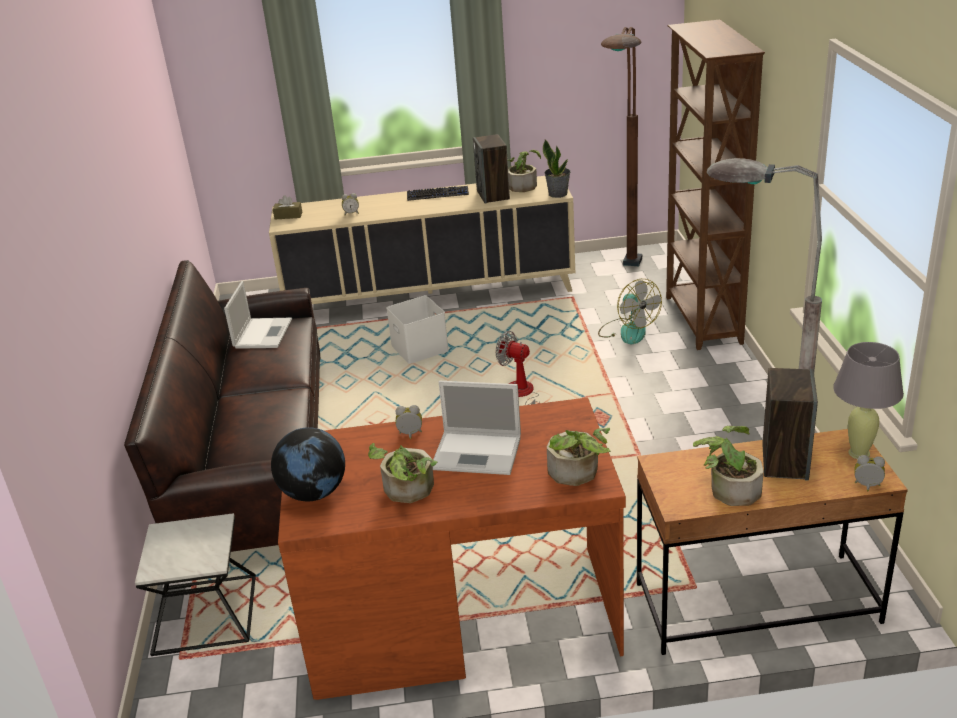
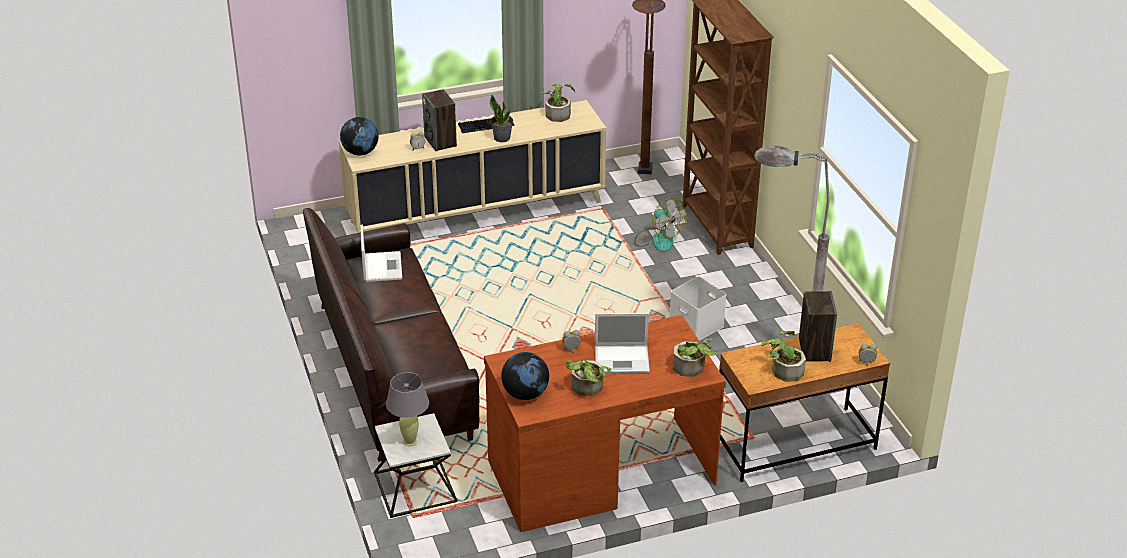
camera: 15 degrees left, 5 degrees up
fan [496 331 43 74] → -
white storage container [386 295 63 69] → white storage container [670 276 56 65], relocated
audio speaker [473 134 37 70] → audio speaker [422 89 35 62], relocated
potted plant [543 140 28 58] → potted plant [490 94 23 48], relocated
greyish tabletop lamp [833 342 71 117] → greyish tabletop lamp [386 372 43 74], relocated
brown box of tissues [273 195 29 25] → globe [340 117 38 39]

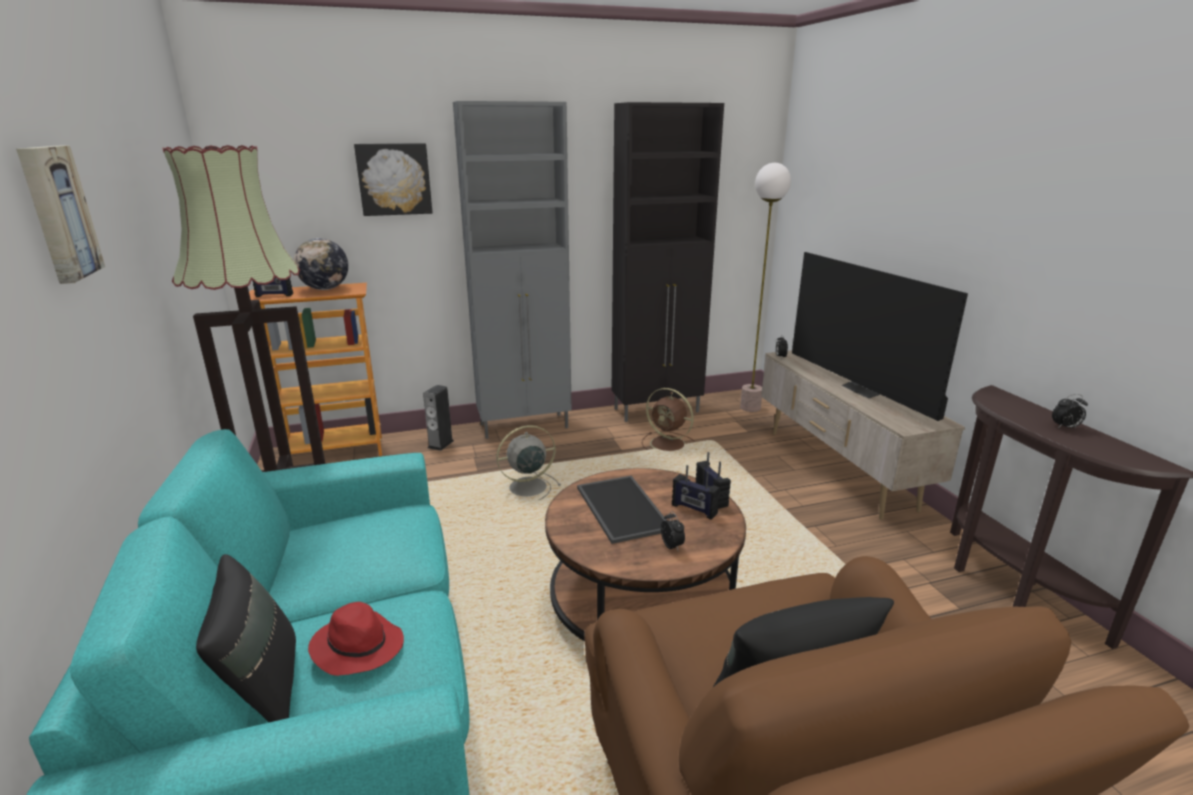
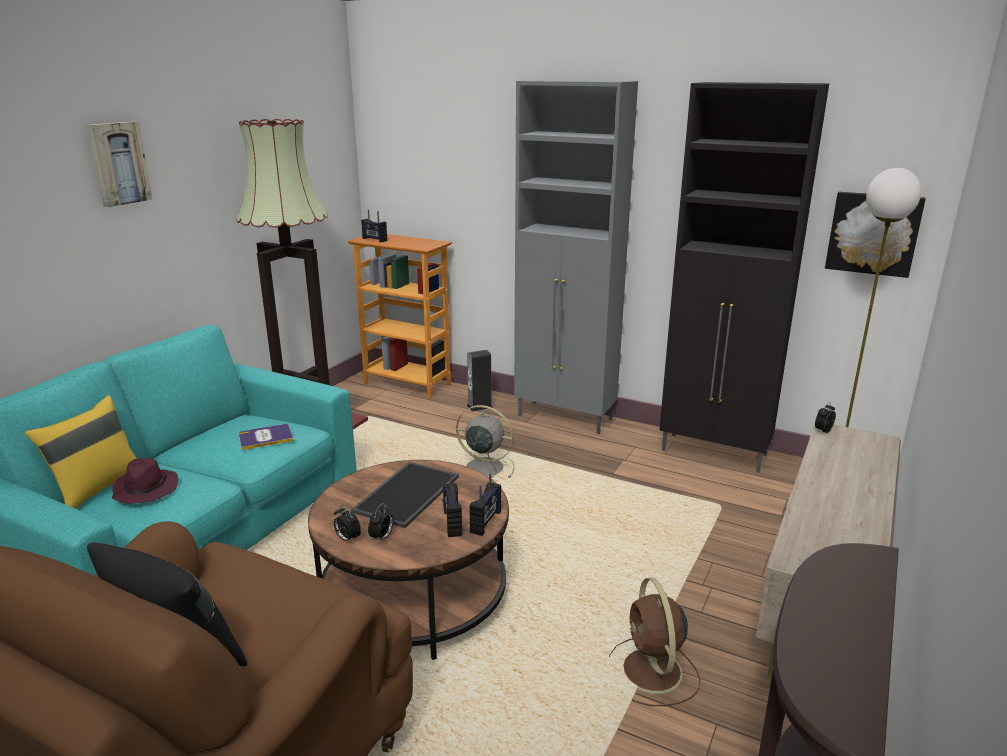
camera: 45 degrees right, 0 degrees up
globe [294 238 54 52] → -
TV [792 252 176 169] → -
- → book [239 424 55 26]
picture [354 143 78 73] → picture [825 192 101 86], relocated
brown fan [642 388 53 63] → brown fan [609 578 92 128], relocated
table clock [1052 394 36 34] → table clock [334 505 27 38], relocated
black-coloured pillow [196 554 100 168] → yellow-coloured pillow [24 395 113 114]
red-coloured hat [308 602 96 74] → purplish hat [112 458 66 45]

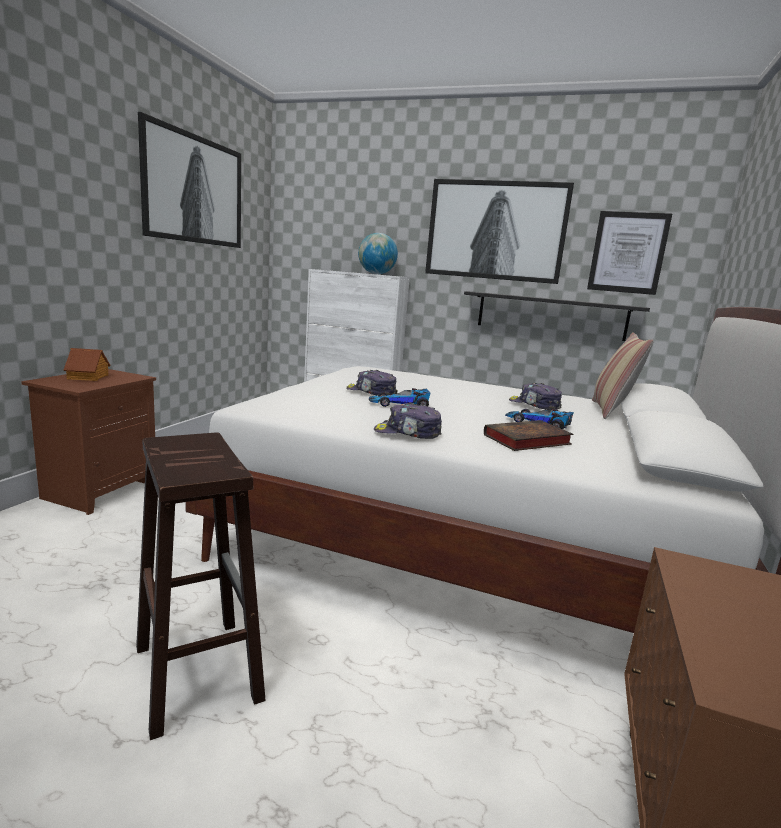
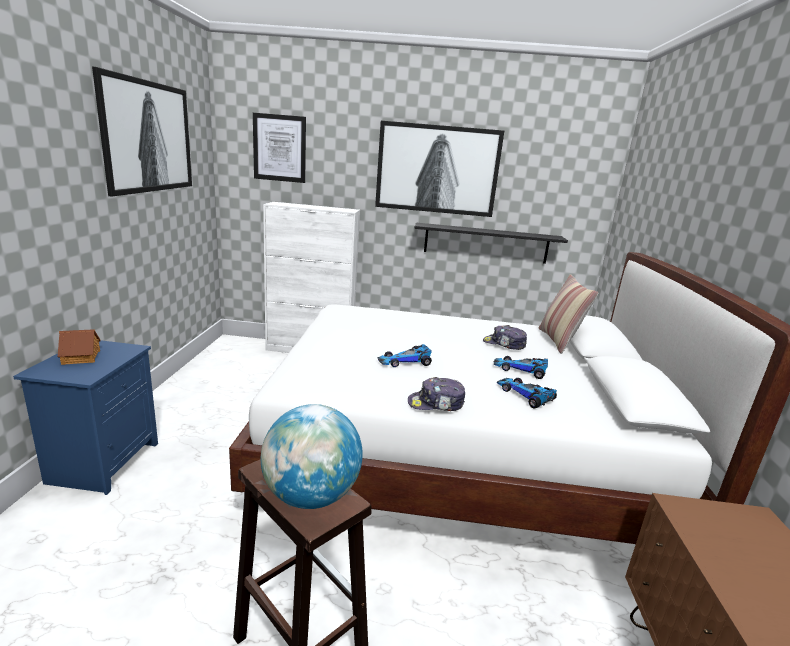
camera: 15 degrees left, 5 degrees up
cap [346 370 52 26] → -
globe [358 233 40 41] → globe [261 404 102 105], relocated
picture [587 211 85 84] → picture [253 113 53 70], relocated
book [484 420 90 31] → model car [497 378 60 31]
brown nightstand [21 369 135 146] → blue nightstand [13 340 145 155]

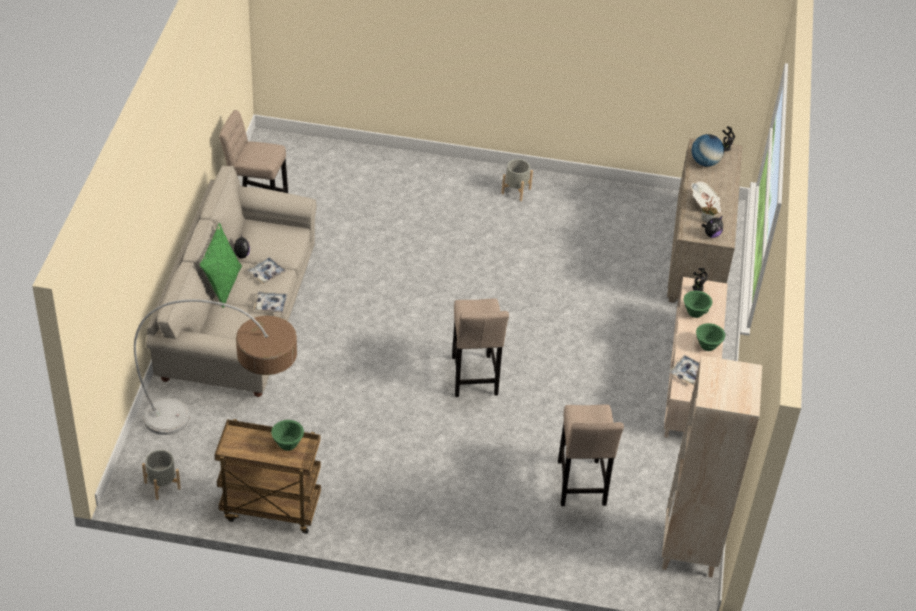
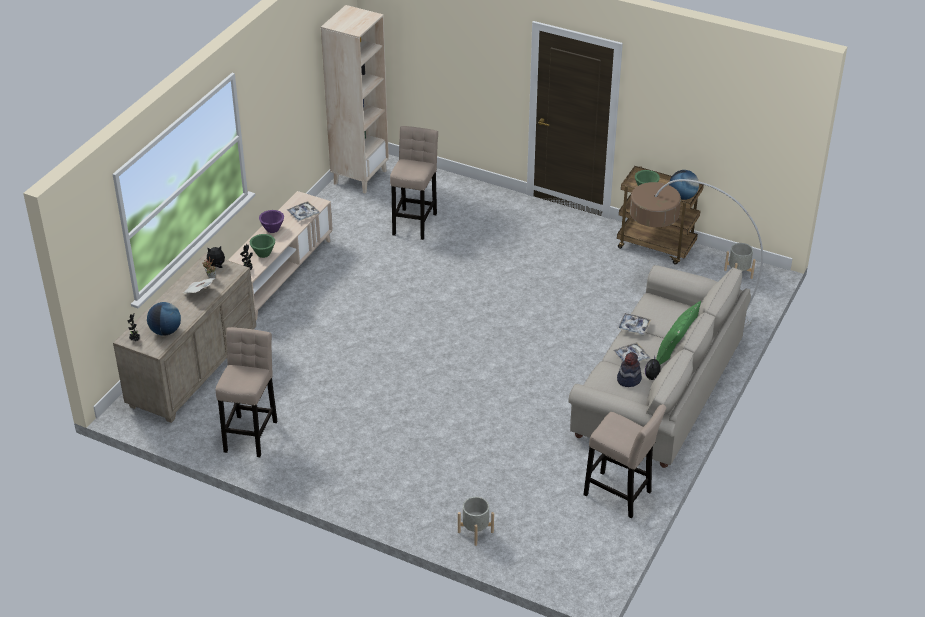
camera: 160 degrees left, 5 degrees down
- → hat [617 352 25 35]
- → globe [669 170 30 30]
beige sitting stool [452 298 57 99] → beige sitting stool [216 327 61 130], relocated
greyish flower pot [502 159 31 42] → greyish flower pot [458 497 36 49], relocated
greenish serving bowl [696 323 29 28] → purplish serving bowl [259 210 25 23]

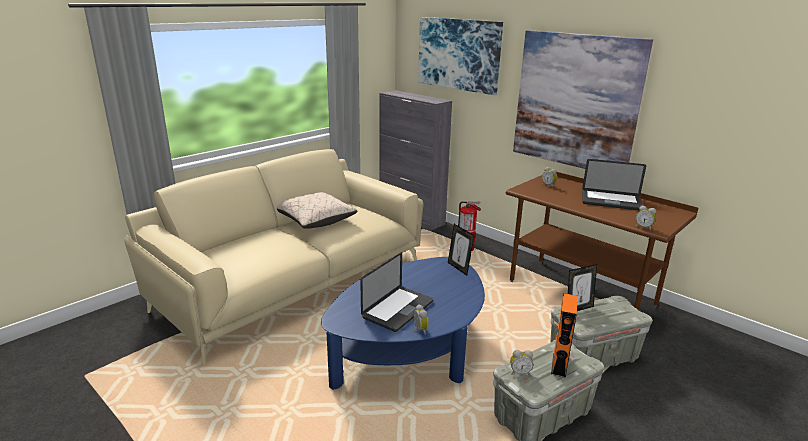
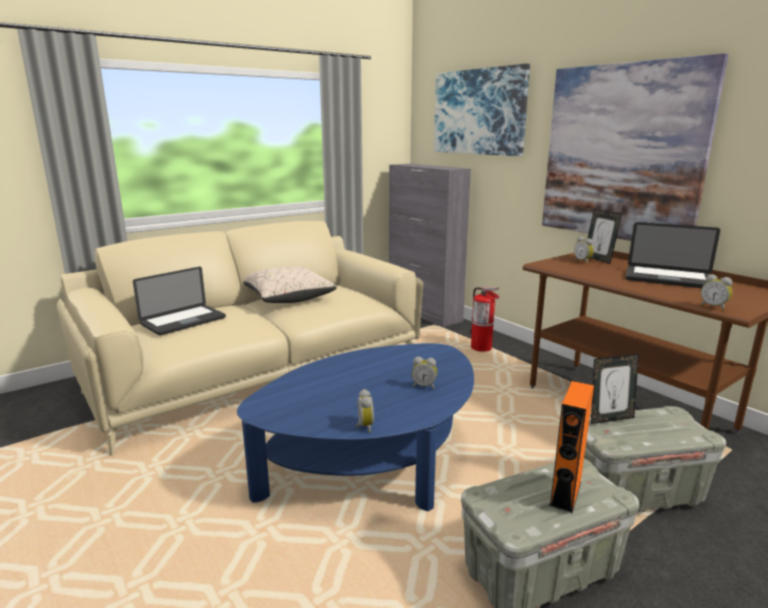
camera: 10 degrees right, 5 degrees down
laptop [360 252 73 80] → laptop [133 267 93 68], relocated
standing frame [448 224 27 52] → standing frame [588 209 34 55], relocated
table clock [510 350 23 26] → table clock [411 357 26 32], relocated

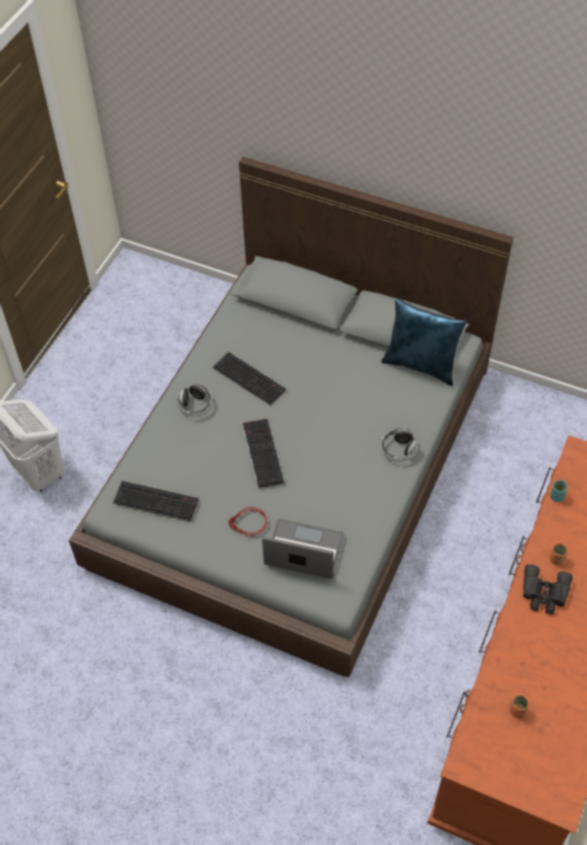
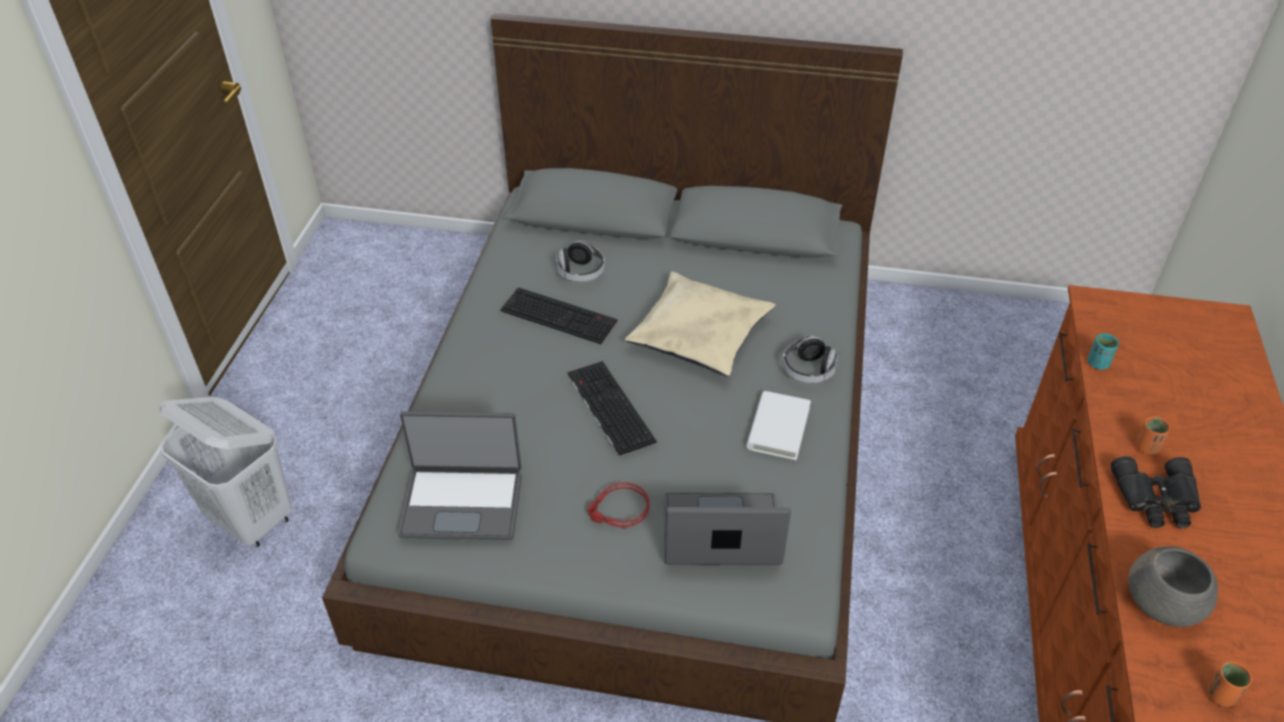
camera: 15 degrees left, 10 degrees down
blue pillow [381 299 85 87] → -
- → beige pillow [625 272 151 105]
- → white book [747 391 64 69]
- → greyish serving bowl [1128 546 90 81]
pair of headphones [177 383 35 33] → pair of headphones [555 240 50 42], relocated
PC keyboard [113 481 86 40] → laptop [398 411 124 129]

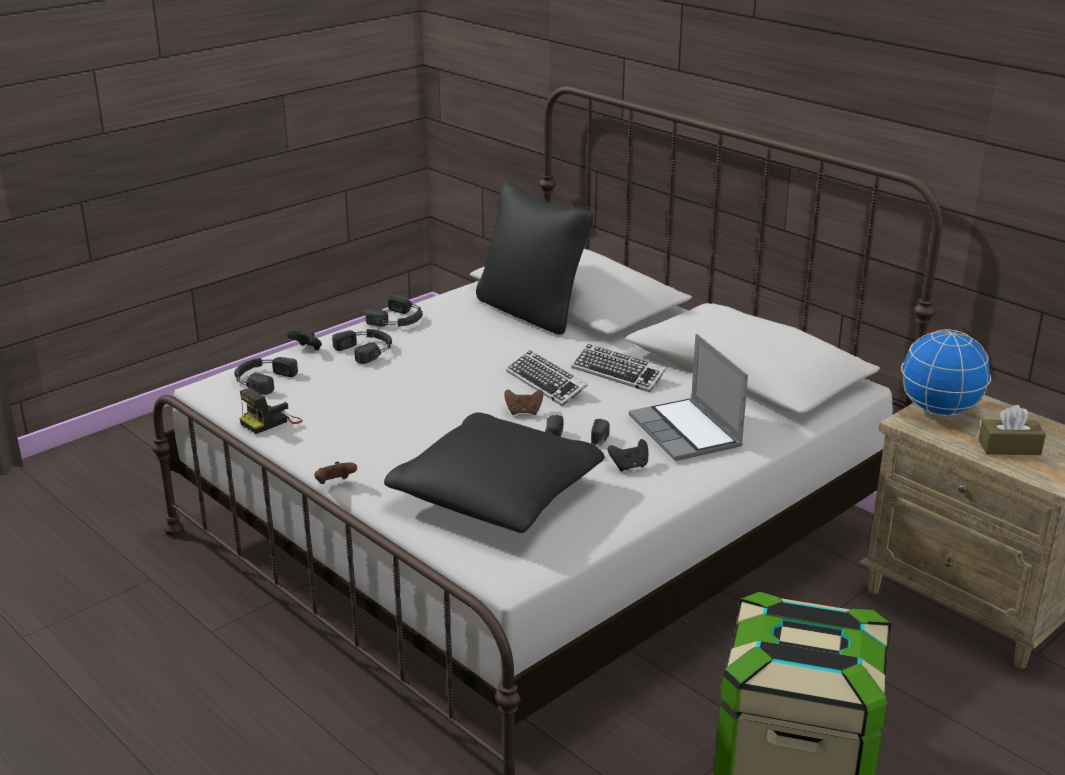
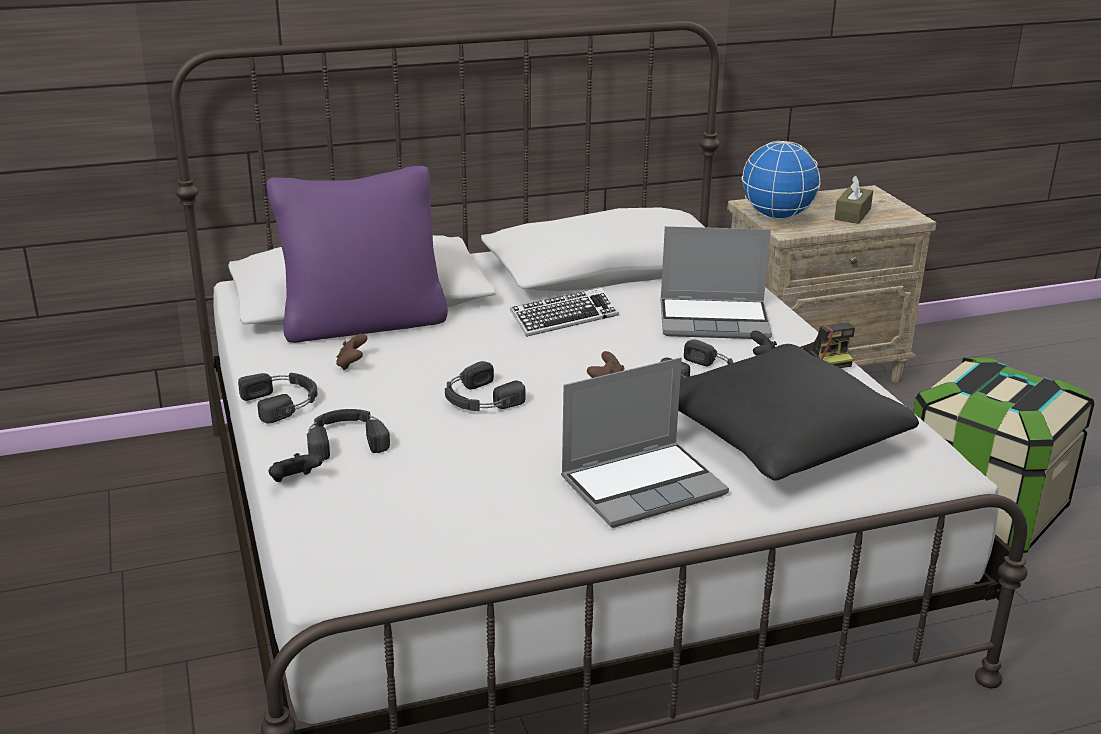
camera: 65 degrees left, 0 degrees up
PC keyboard [506 350 82 56] → -
- → laptop [561 358 168 170]
black-coloured pair of headphones [234 357 64 38] → black-coloured pair of headphones [445 361 80 50], relocated
photo camera [239 388 63 46] → photo camera [801 323 54 45], relocated
brown game controller [314 461 43 23] → brown game controller [336 334 31 36], relocated
black-coloured pillow [476 181 118 153] → purplish pillow [267 166 181 177]

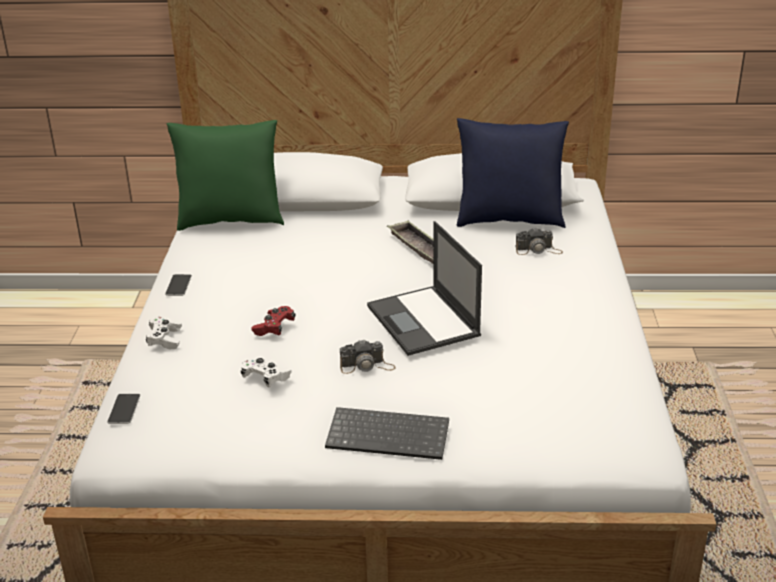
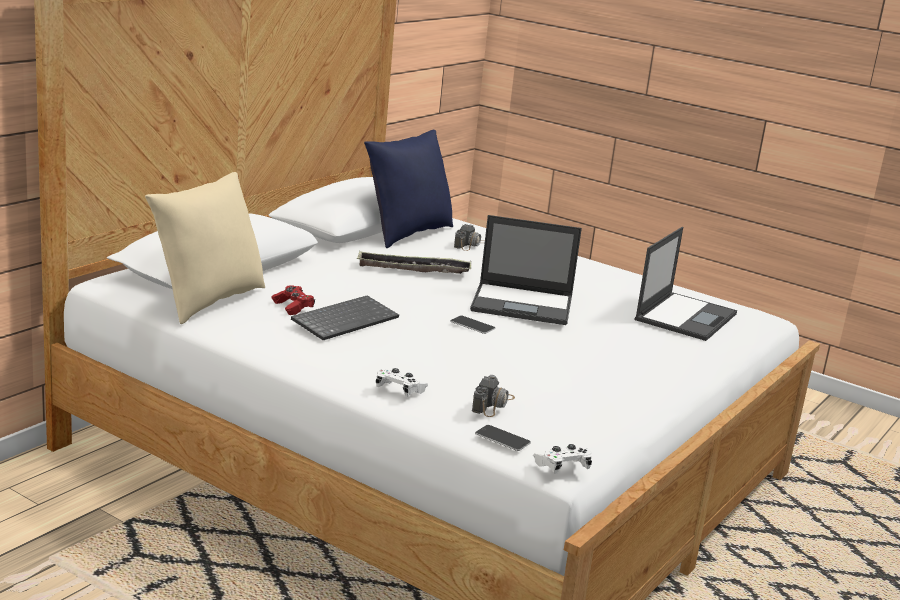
camera: 60 degrees left, 10 degrees down
- → laptop [635 227 102 114]
handset [165 274 27 22] → handset [450 315 46 19], relocated
white game controller [241 358 51 29] → white game controller [533 444 59 30], relocated
red-coloured game controller [251 306 44 30] → red-coloured game controller [271 285 44 30], relocated
PC keyboard [325 407 124 53] → PC keyboard [291 296 108 44], relocated
photo camera [340 340 56 34] → photo camera [472 375 43 42], relocated
greenish pillow [167 120 117 111] → beige pillow [145 172 120 152]

